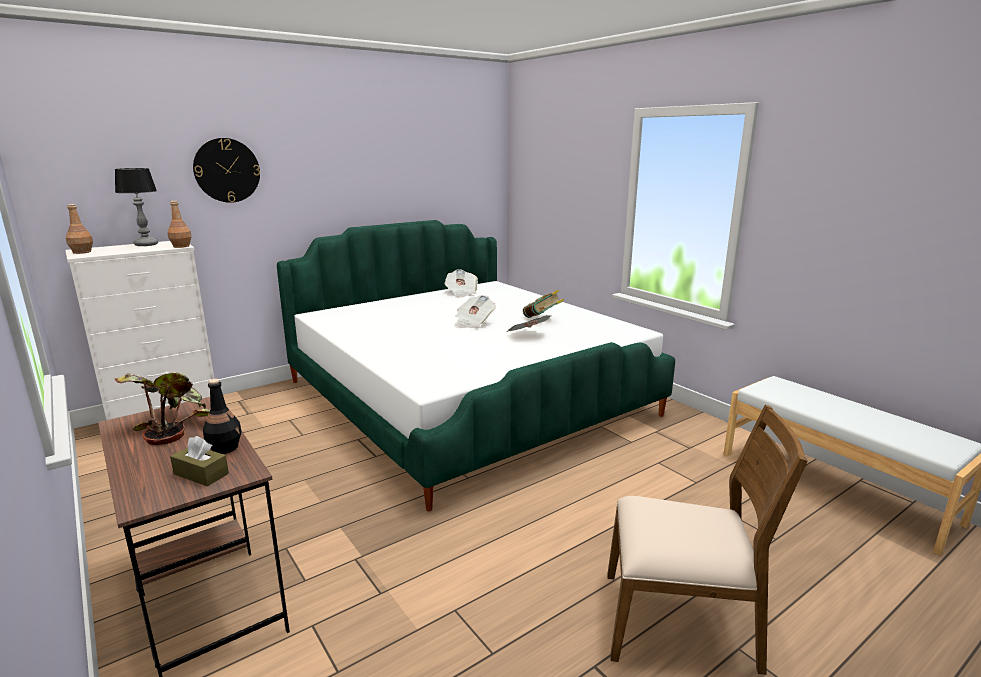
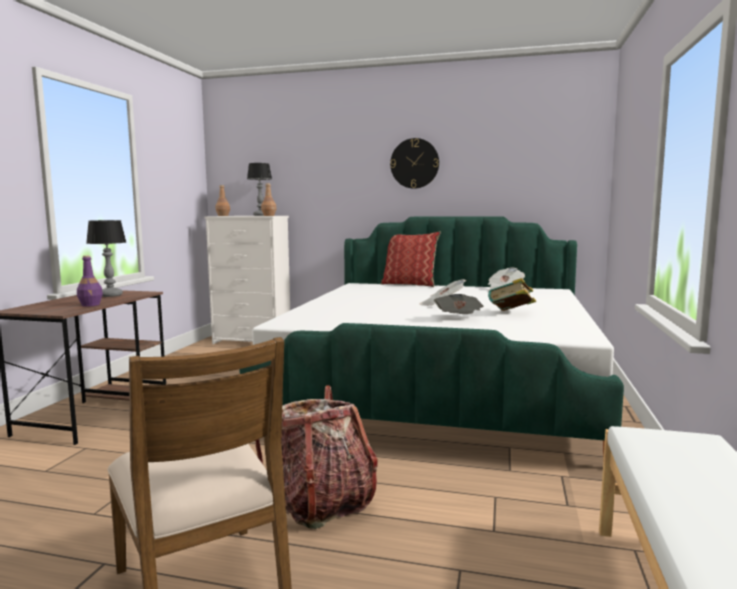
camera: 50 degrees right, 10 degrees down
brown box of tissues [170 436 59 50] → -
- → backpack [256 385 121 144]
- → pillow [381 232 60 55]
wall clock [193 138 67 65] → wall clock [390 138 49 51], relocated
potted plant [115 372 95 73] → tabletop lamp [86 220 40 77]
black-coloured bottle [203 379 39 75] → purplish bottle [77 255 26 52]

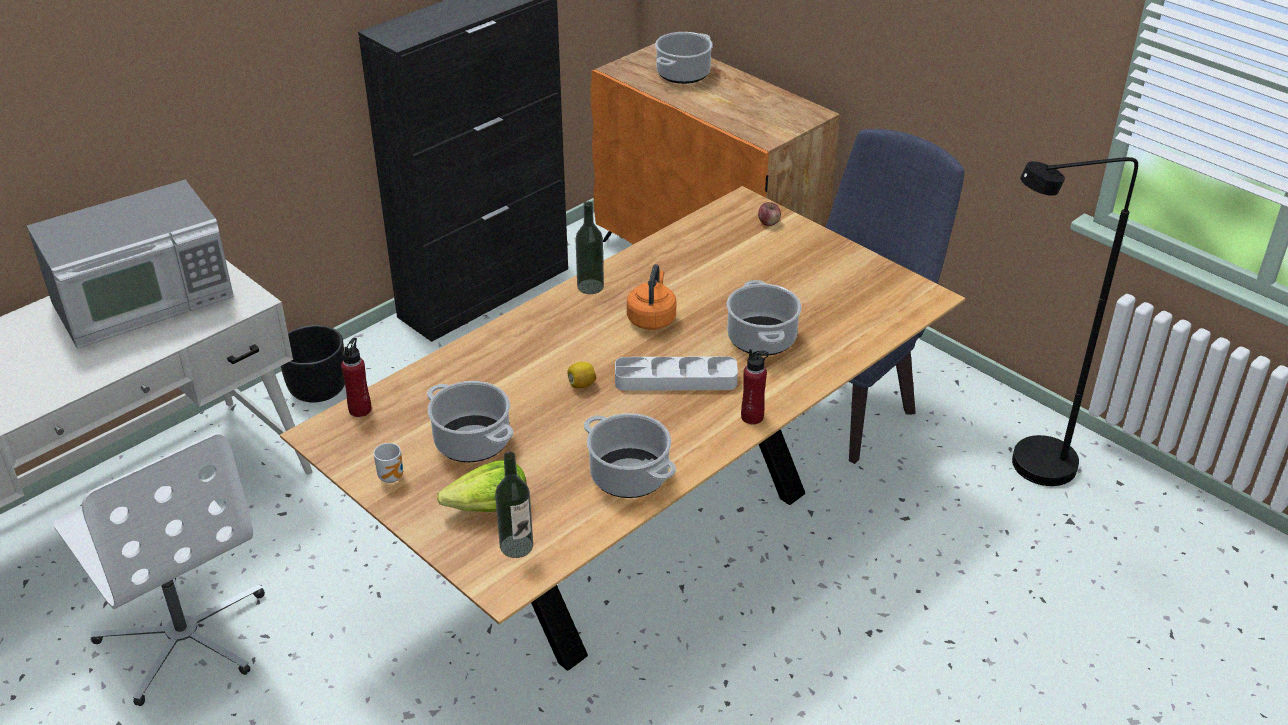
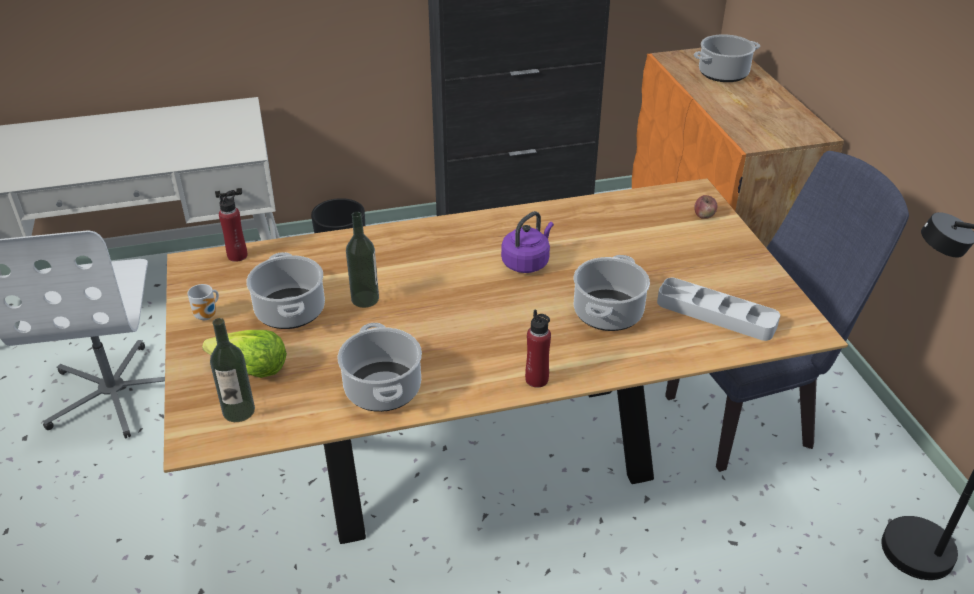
camera: 30 degrees right, 0 degrees up
microwave oven [27 180 207 169] → -
citrus fruit [567 362 29 27] → -
bottle [575 201 29 93] → bottle [346 212 33 96], relocated
greyish tray [615 356 123 35] → greyish tray [657 278 123 63], relocated
orangey water kettle [627 264 49 66] → purplish water kettle [501 211 53 62]

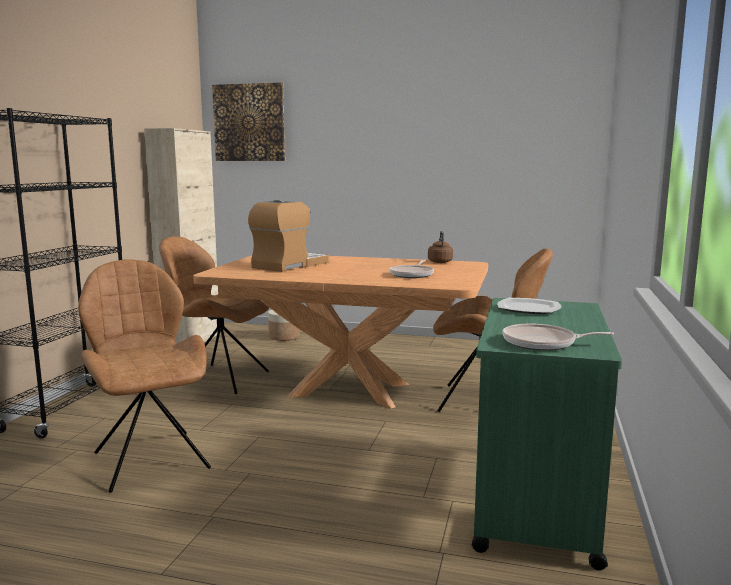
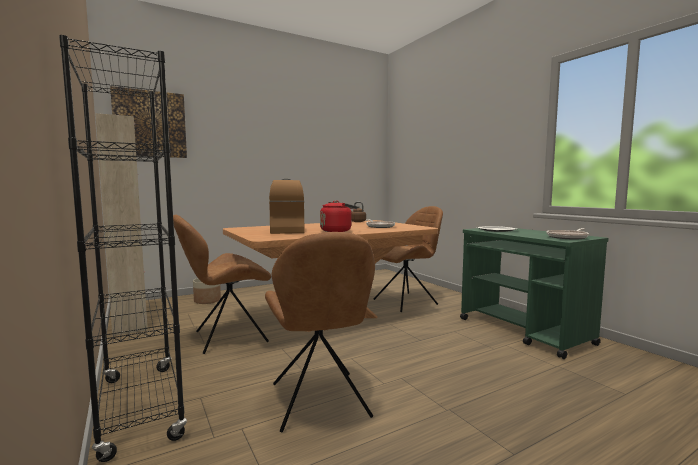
camera: 45 degrees left, 5 degrees down
- → red-coloured water kettle [320 200 38 32]
brown chair [78 260 133 233] → brown chair [265 232 110 200], 120 degrees counterclockwise

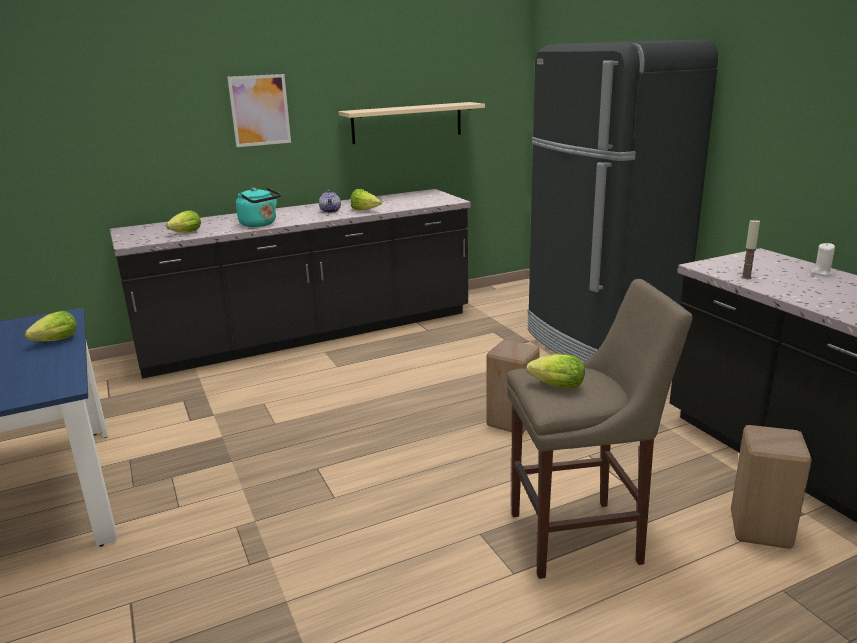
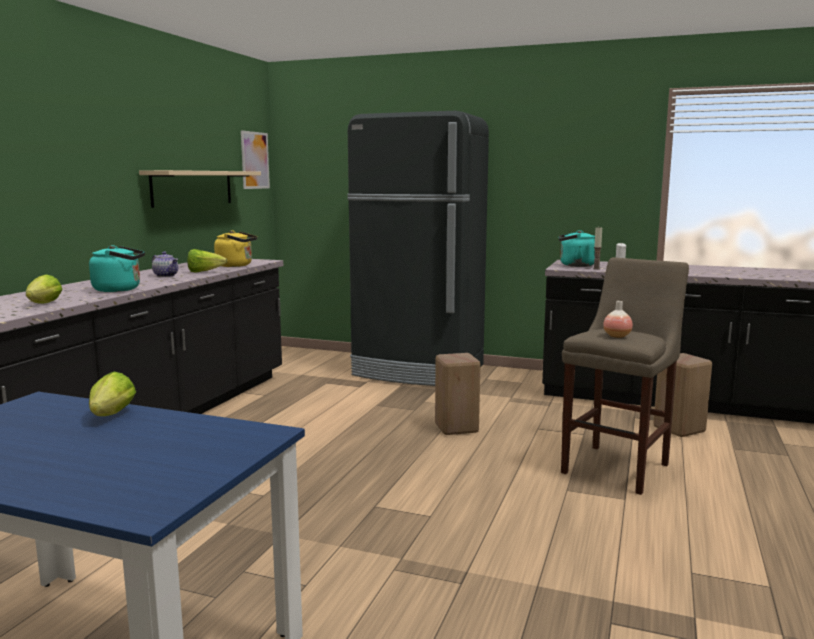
camera: 45 degrees left, 10 degrees down
- → yellow-coloured water kettle [214 230 43 37]
- → turquoise-coloured water kettle [559 230 36 37]
picture [227 74 64 73] → picture [241 130 29 59], relocated
lettuce head [526 354 59 35] → flower vase [603 301 30 37]

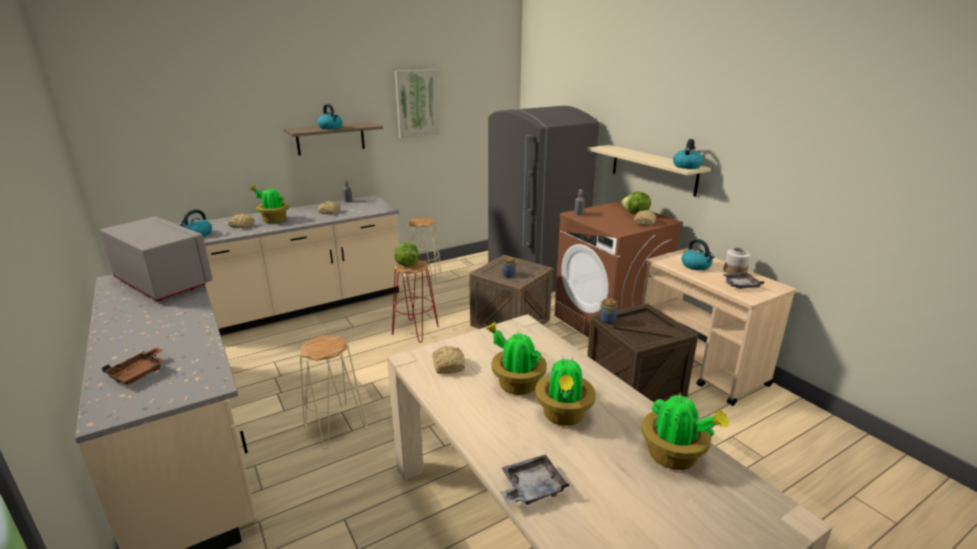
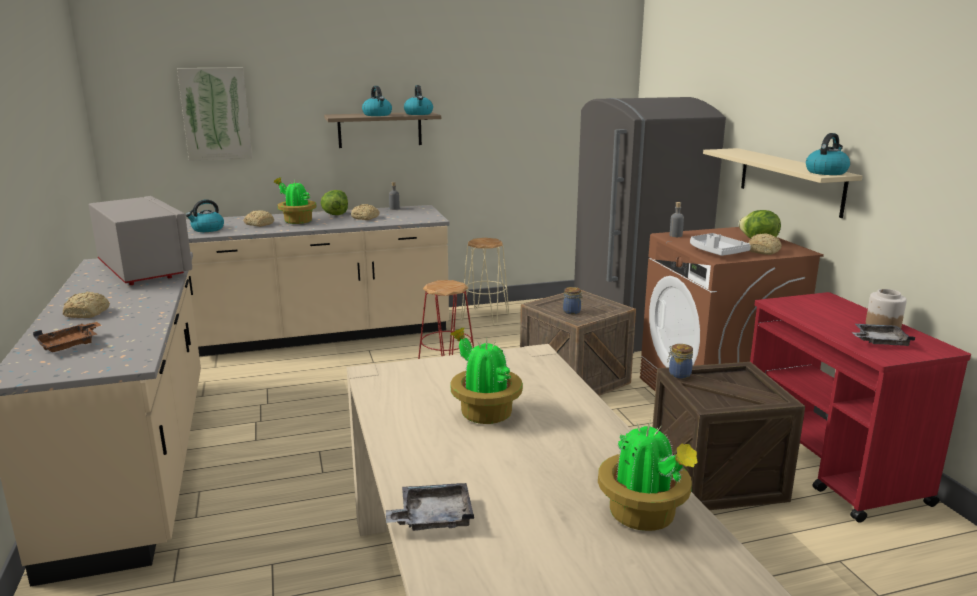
camera: 15 degrees right, 5 degrees down
beige sitting stool [300 335 67 114] → -
potted plant [535 355 61 71] → -
- → greyish tray [690 233 61 23]
lettuce head [394 243 25 23] → lettuce head [321 190 27 25], relocated
picture [395 69 45 69] → picture [177 67 75 94], relocated
bakery bread [432 346 33 28] → bakery bread [63 292 47 26], relocated
water kettle [682 239 33 31] → water kettle [404 85 29 30], relocated
beige wheeled cart [642 248 155 158] → red-coloured wheeled cart [750 292 221 231]

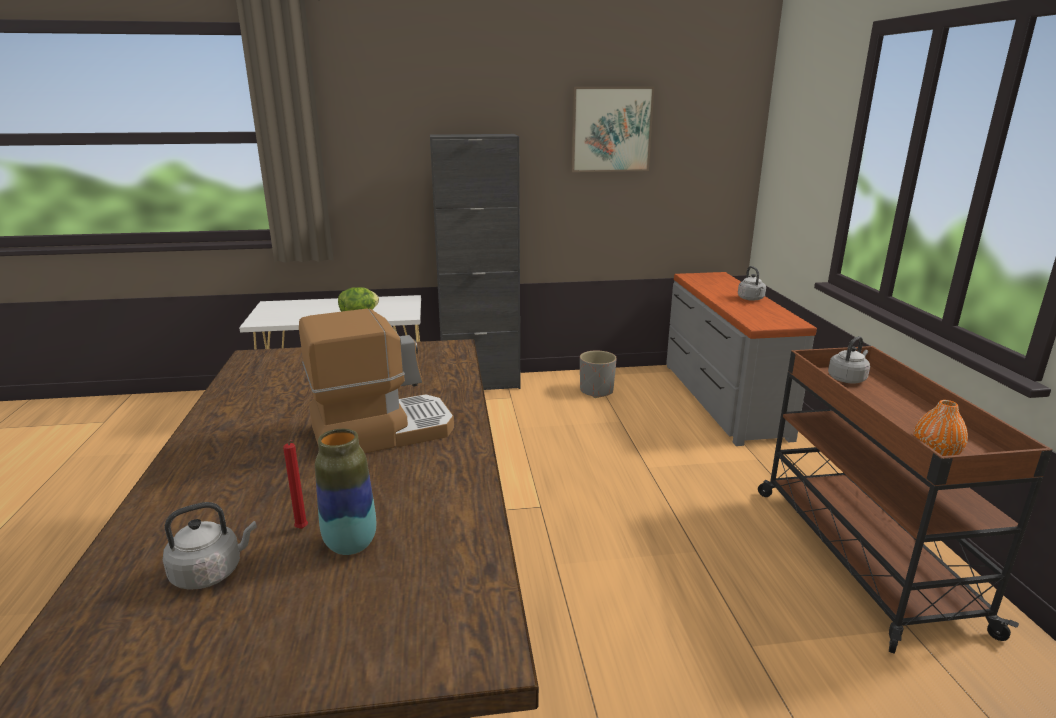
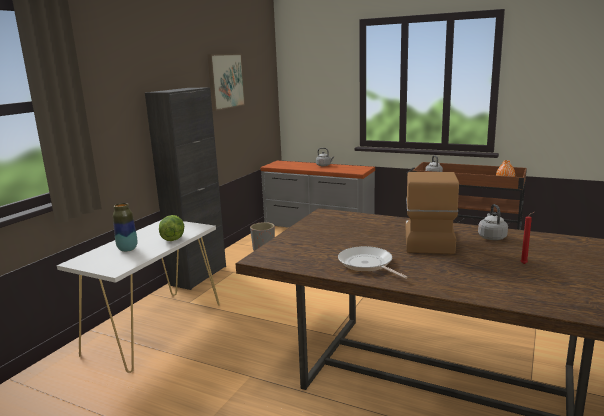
camera: 55 degrees left, 5 degrees down
- → skillet [338 246 69 33]
greyish water kettle [163 502 94 88] → greyish water kettle [478 204 30 36], relocated
flower vase [315 429 61 126] → flower vase [113 203 25 49], relocated

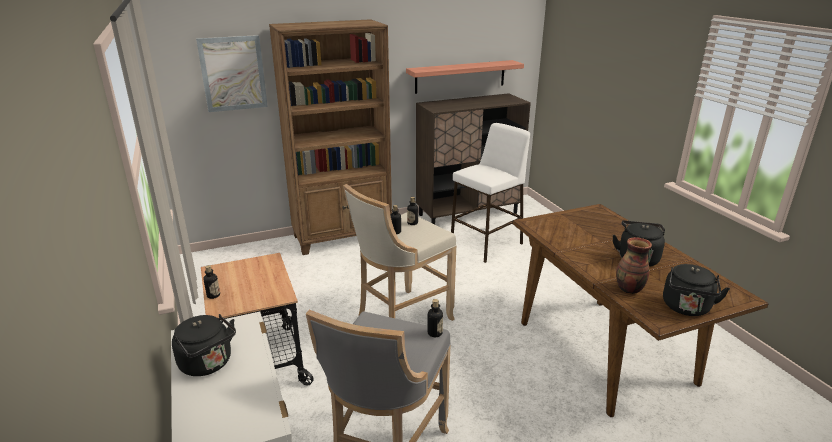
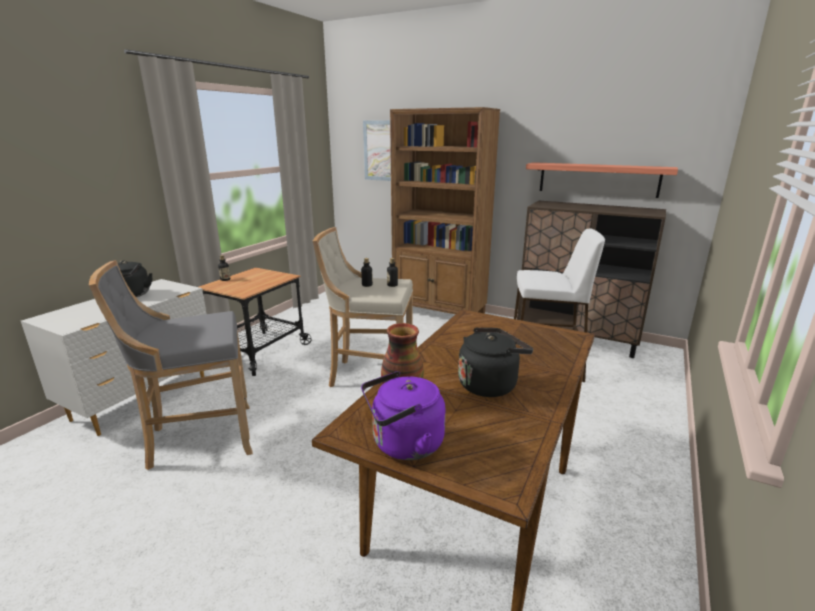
camera: 50 degrees right, 5 degrees down
bottle [427 299 16 38] → -
black-coloured water kettle [663 264 67 52] → purplish water kettle [361 371 85 89]

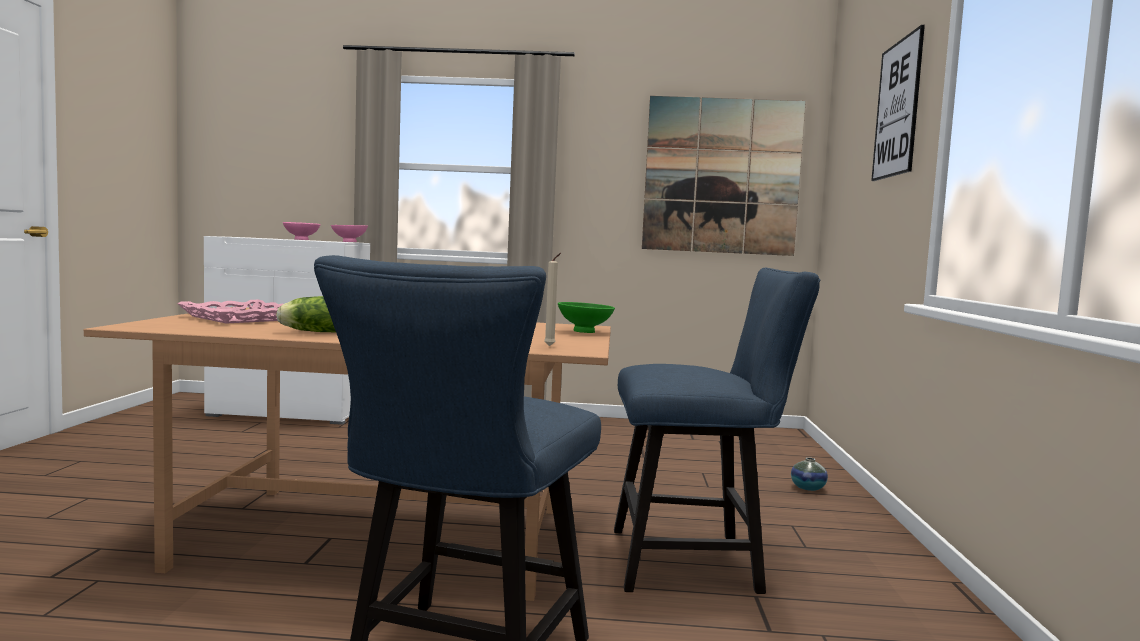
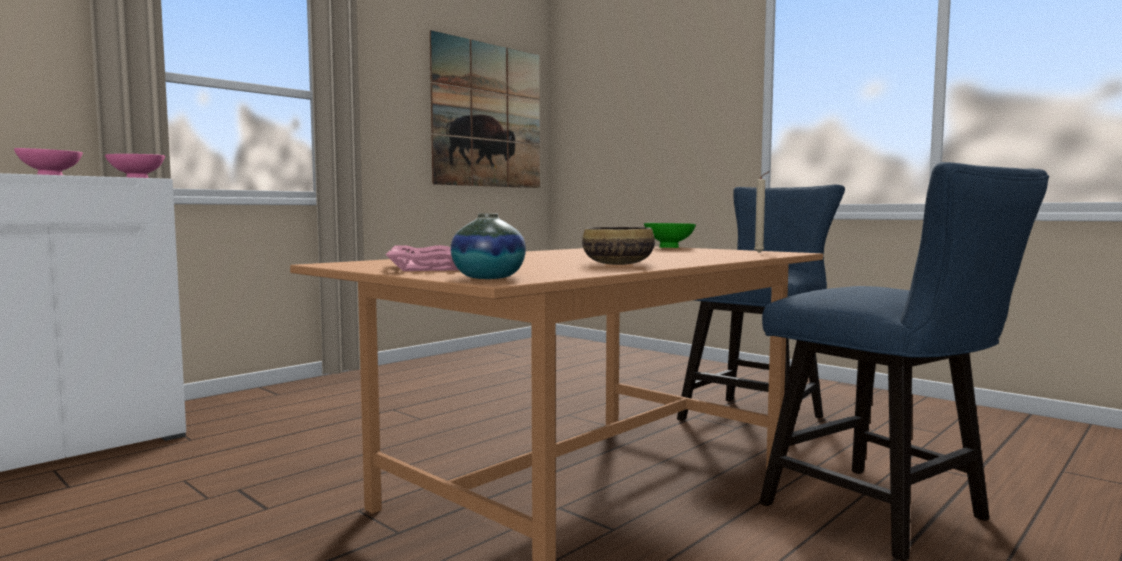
camera: 50 degrees left, 0 degrees up
picture [871 25 54 156] → -
flower vase [791 458 37 33] → flower vase [451 213 75 66], relocated
lettuce head [276 296 60 37] → serving bowl [582 227 73 38]

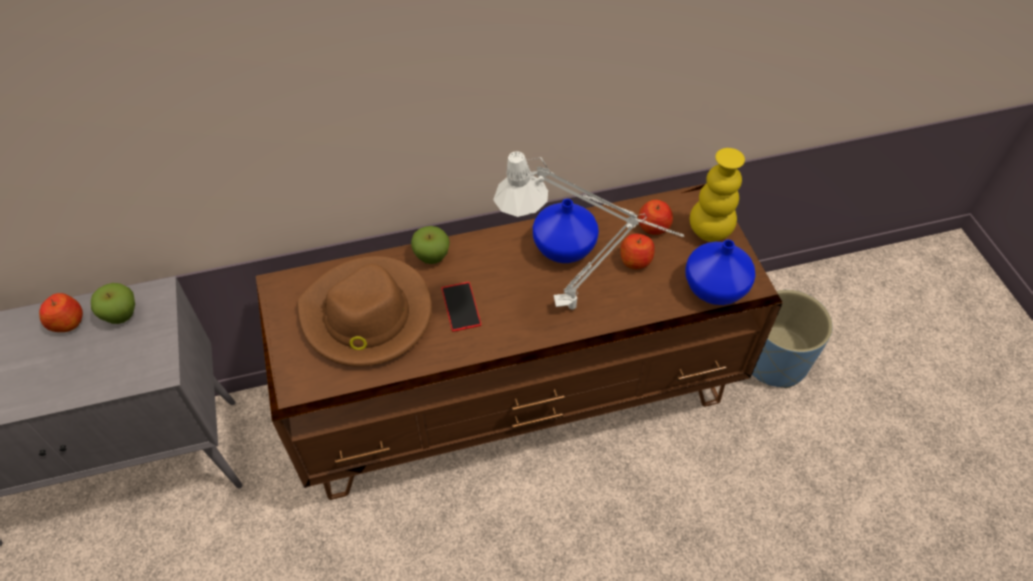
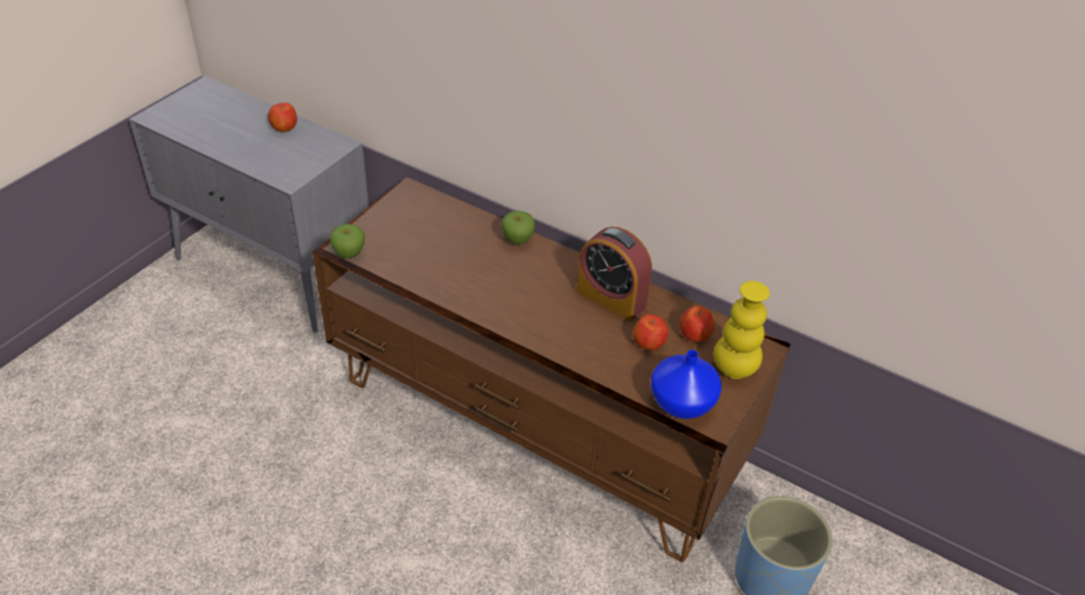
camera: 45 degrees right, 10 degrees down
brown hat [297 256 135 111] → -
handset [441 282 40 50] → -
white tabletop lamp [493 151 192 159] → -
apple [91 283 44 41] → apple [329 224 36 35], relocated
blue flower vase [533 199 66 64] → table clock [577 227 75 94]

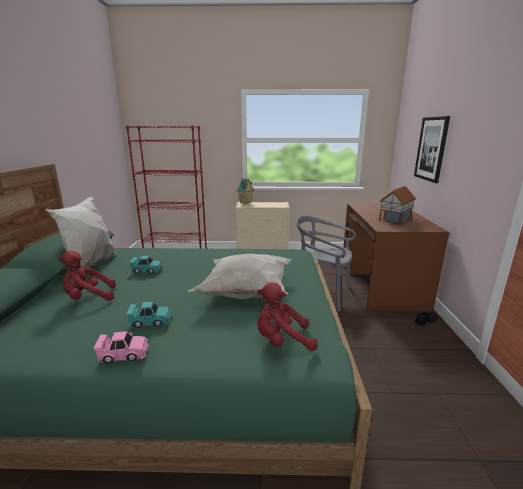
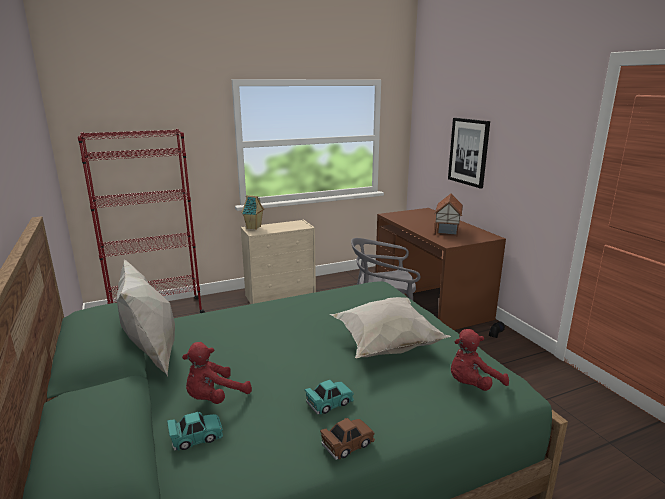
camera: 25 degrees left, 0 degrees up
turquoise-coloured model car [129 256 34 18] → turquoise-coloured model car [167 412 56 39], relocated
pink-coloured model car [93 331 55 32] → brown model car [320 418 55 42]

